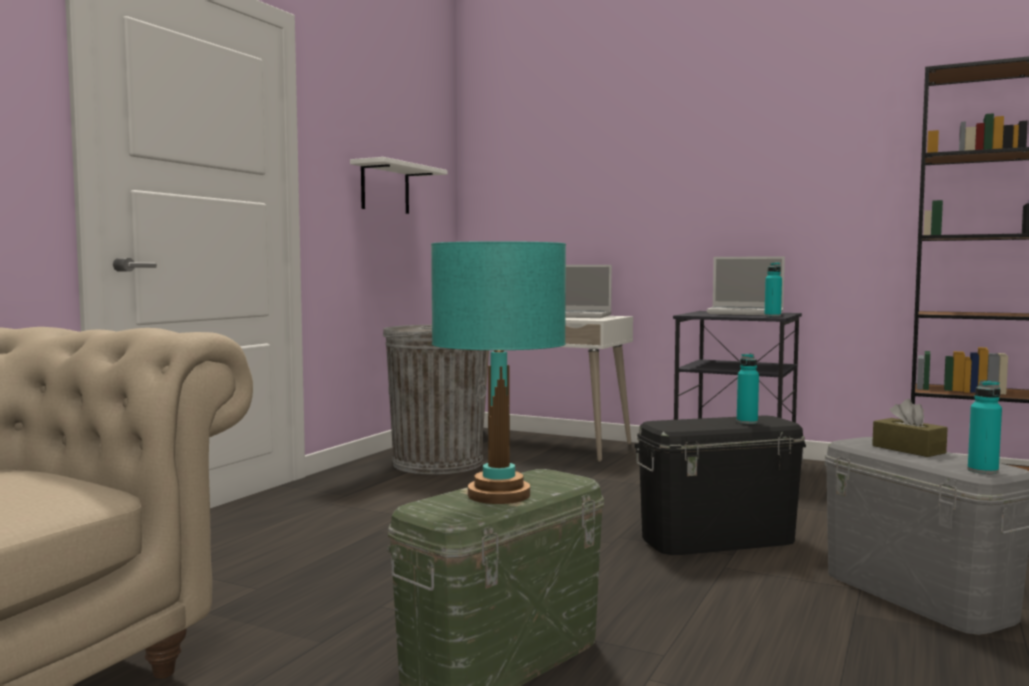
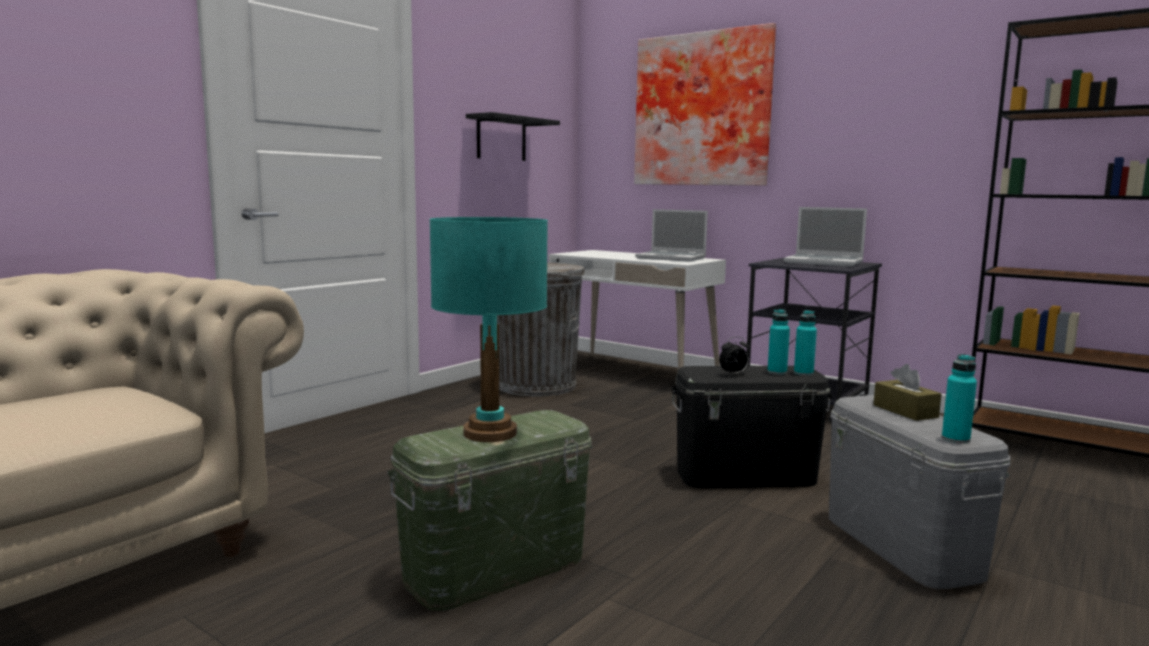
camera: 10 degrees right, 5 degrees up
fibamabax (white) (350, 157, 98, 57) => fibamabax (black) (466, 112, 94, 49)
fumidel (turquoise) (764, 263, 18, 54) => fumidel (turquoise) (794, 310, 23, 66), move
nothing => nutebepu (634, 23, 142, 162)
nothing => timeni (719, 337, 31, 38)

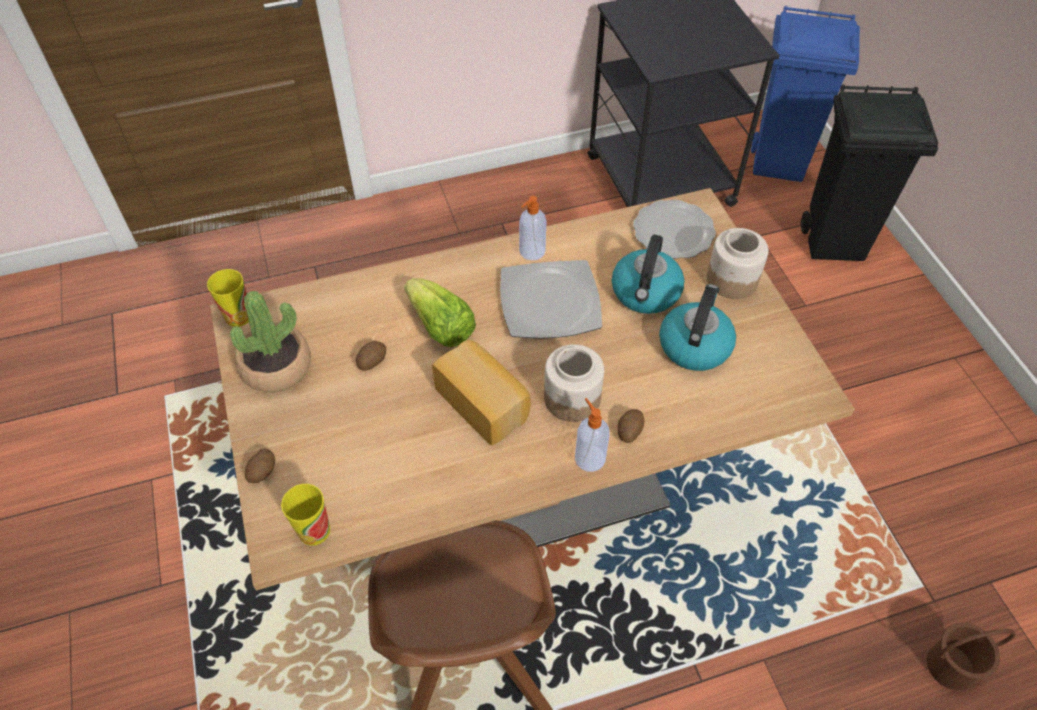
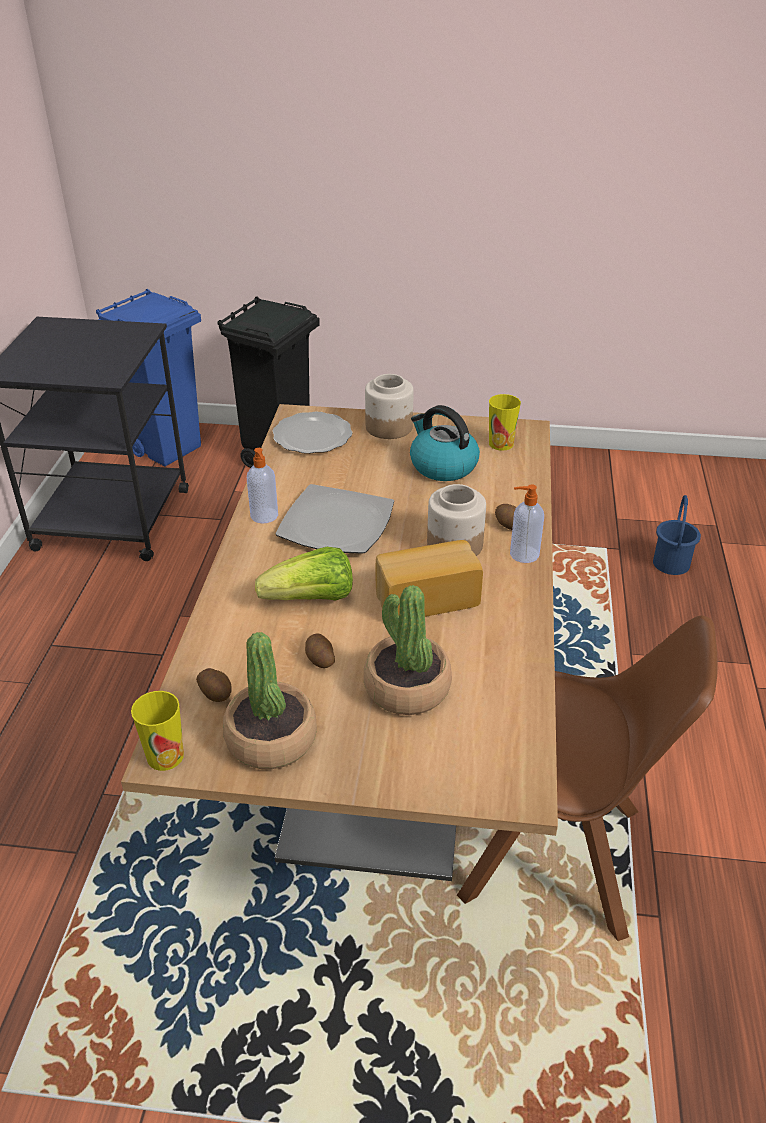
camera: 65 degrees left, 15 degrees down
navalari (245, 448, 30, 35) => navalari (196, 668, 36, 34), move
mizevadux (281, 484, 49, 61) => mizevadux (489, 394, 32, 57), move
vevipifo (612, 235, 72, 79) => nothing
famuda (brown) (927, 623, 89, 67) => famuda (blue) (653, 495, 48, 80)
nothing => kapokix (364, 585, 88, 130)

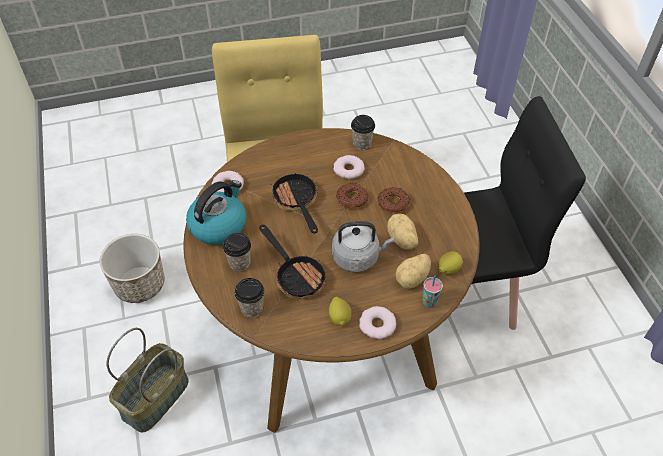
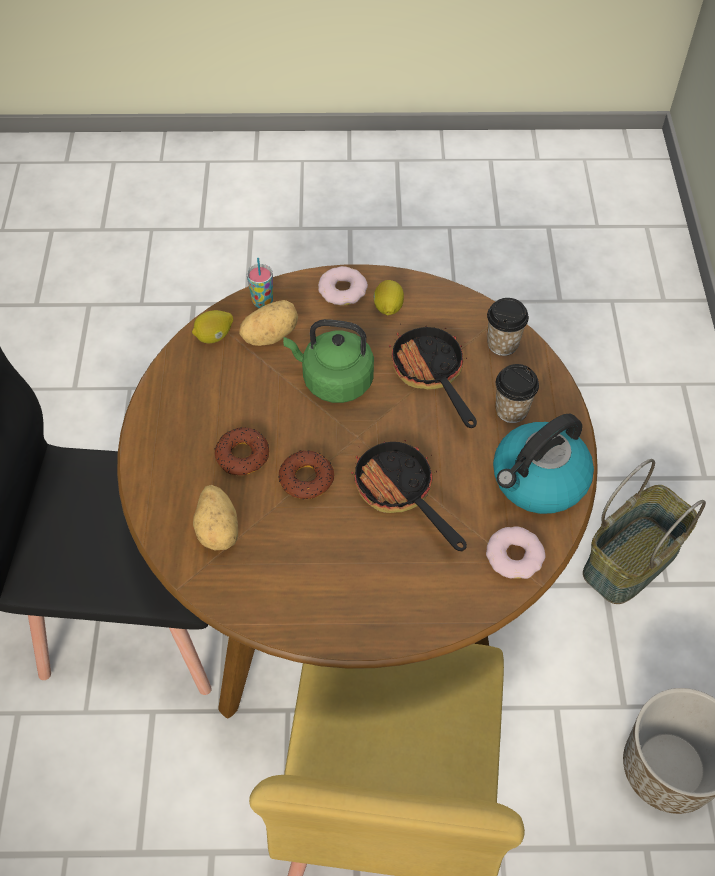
camera: 165 degrees left, 5 degrees up
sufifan (270, 173, 48, 60) => sufifan (351, 440, 116, 112), 150 degrees clockwise
vevipifo (grey) (332, 221, 62, 51) => vevipifo (green) (283, 319, 91, 84)
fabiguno (334, 155, 31, 24) => nothing
mizevadux (351, 115, 24, 35) => nothing
navalari (387, 213, 31, 37) => navalari (193, 485, 45, 65), move

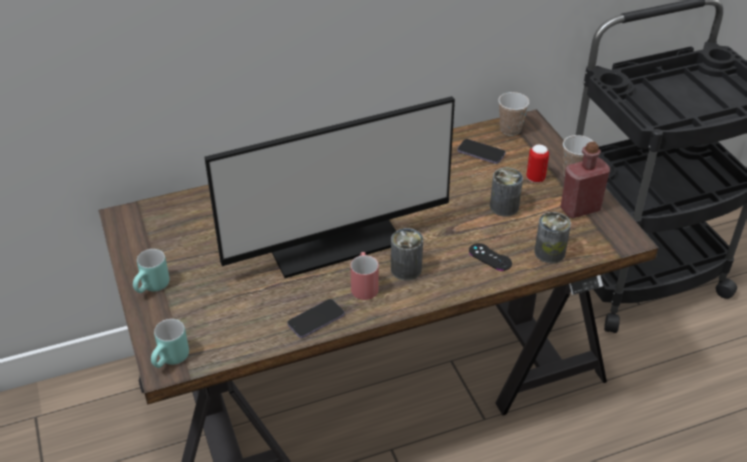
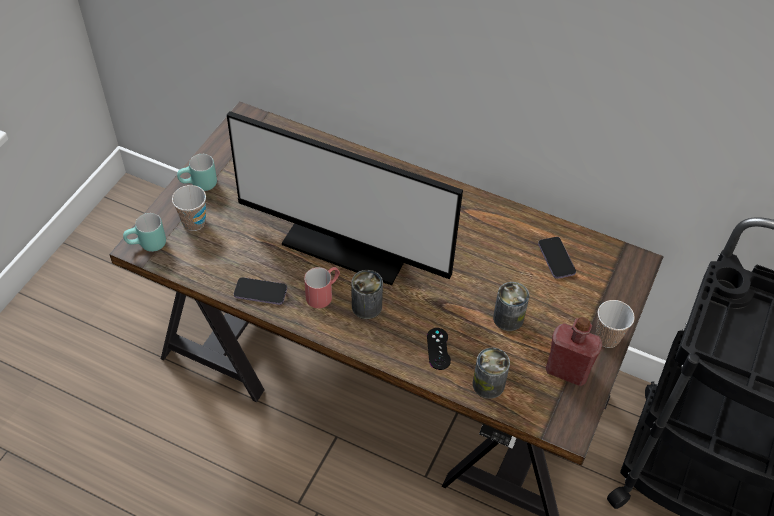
camera: 45 degrees right, 10 degrees up
mizevadux (498, 92, 31, 44) => mizevadux (172, 185, 34, 46), move
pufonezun (526, 145, 23, 38) => nothing

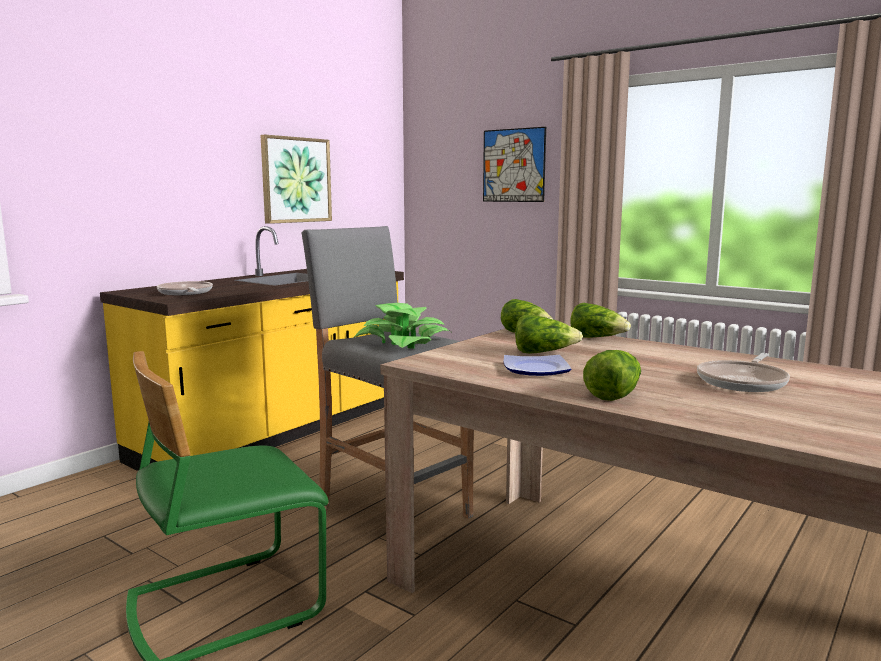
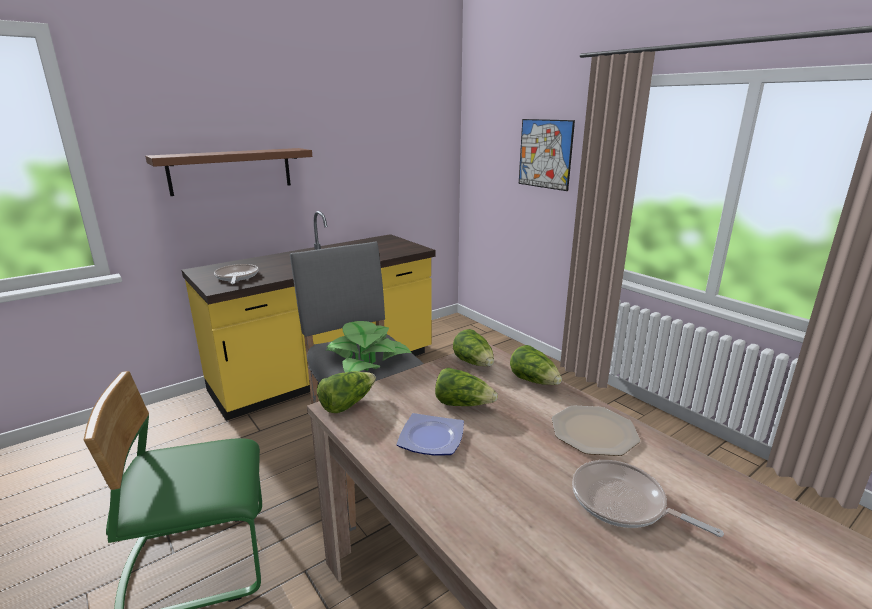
camera: 15 degrees right, 10 degrees up
nutebepu (261, 135, 71, 89) => nothing
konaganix (583, 350, 58, 51) => konaganix (317, 371, 59, 42), move
sufifan (697, 353, 93, 39) => sufifan (572, 460, 152, 77), 75 degrees clockwise
nothing => fibamabax (brown) (145, 148, 167, 48)
nothing => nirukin (552, 405, 88, 51)

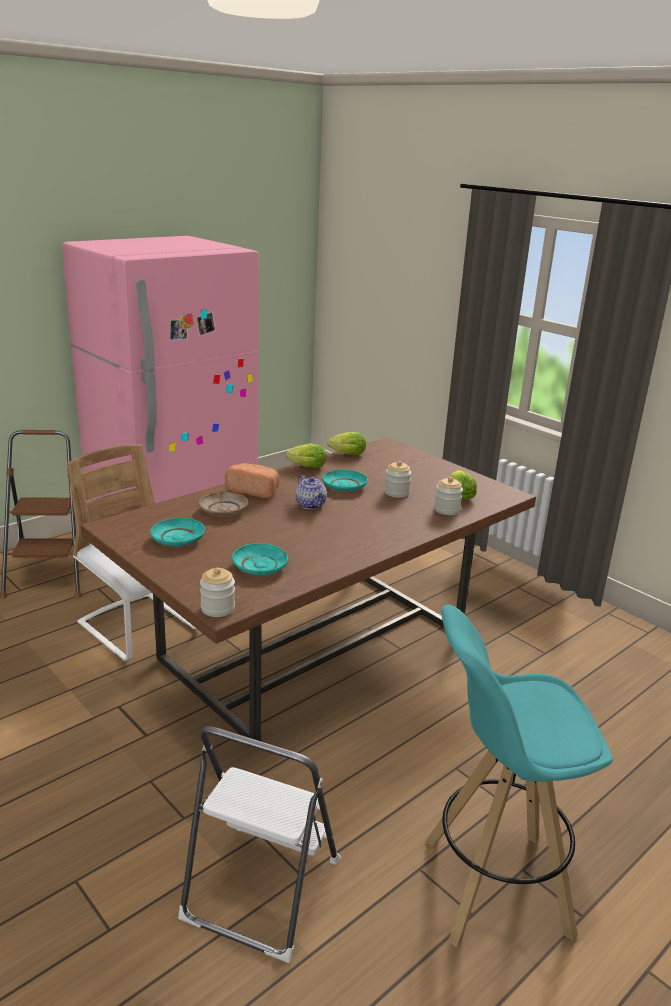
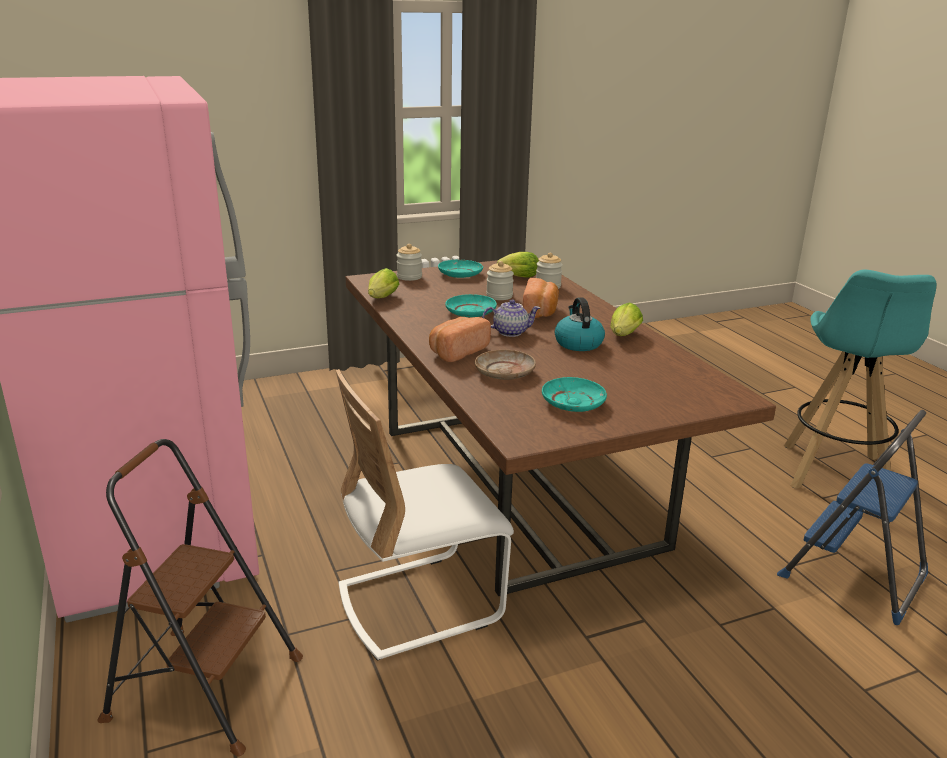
camera: 70 degrees left, 0 degrees up
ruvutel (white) (178, 726, 163, 237) => ruvutel (blue) (777, 410, 151, 215)
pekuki (200, 568, 35, 49) => pekuki (397, 244, 25, 37), move
nirukin (turquoise) (232, 543, 56, 32) => nirukin (turquoise) (438, 260, 45, 18), move
konaganix (286, 444, 40, 24) => konaganix (611, 302, 32, 34), move
nothing => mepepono (523, 278, 36, 40)
nothing => vevipifo (555, 297, 50, 54)

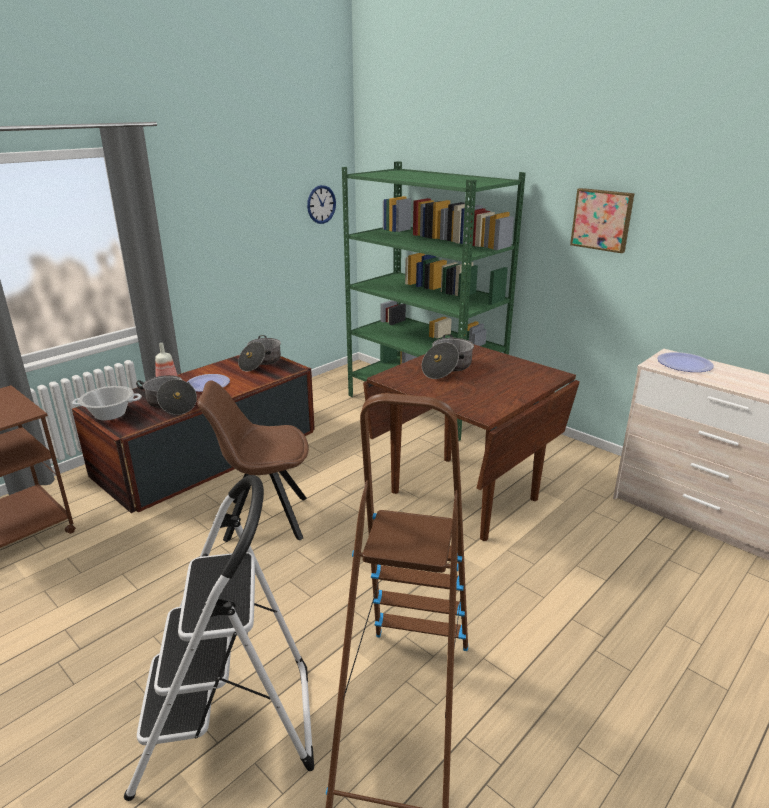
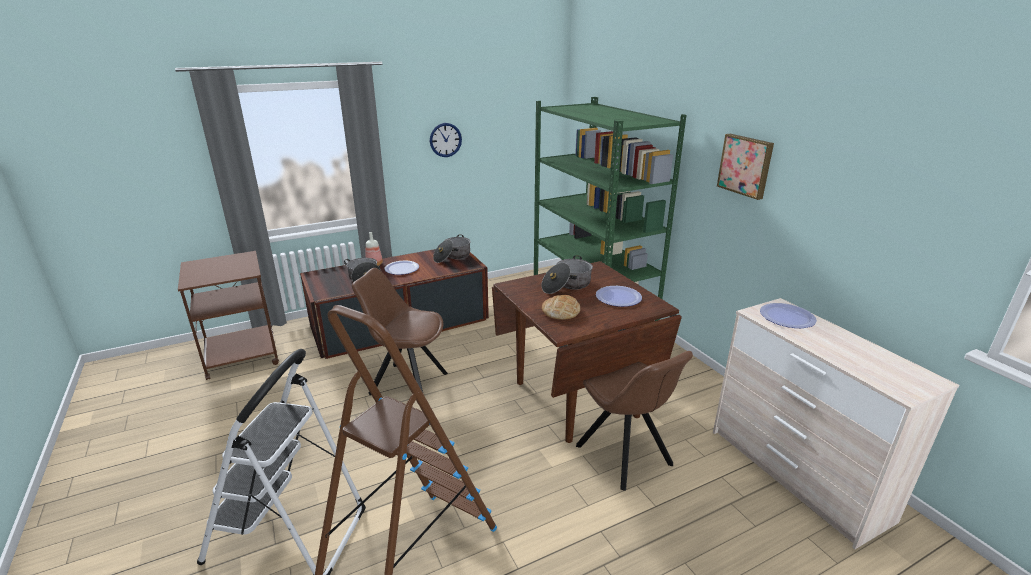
camera: 20 degrees right, 0 degrees up
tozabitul (71, 386, 71, 34) => nothing
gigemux (307, 185, 29, 39) => gigemux (430, 123, 32, 34), move
nothing => mepepono (542, 295, 38, 25)
nothing => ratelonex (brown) (576, 351, 117, 140)
nothing => nirukin (596, 286, 46, 21)

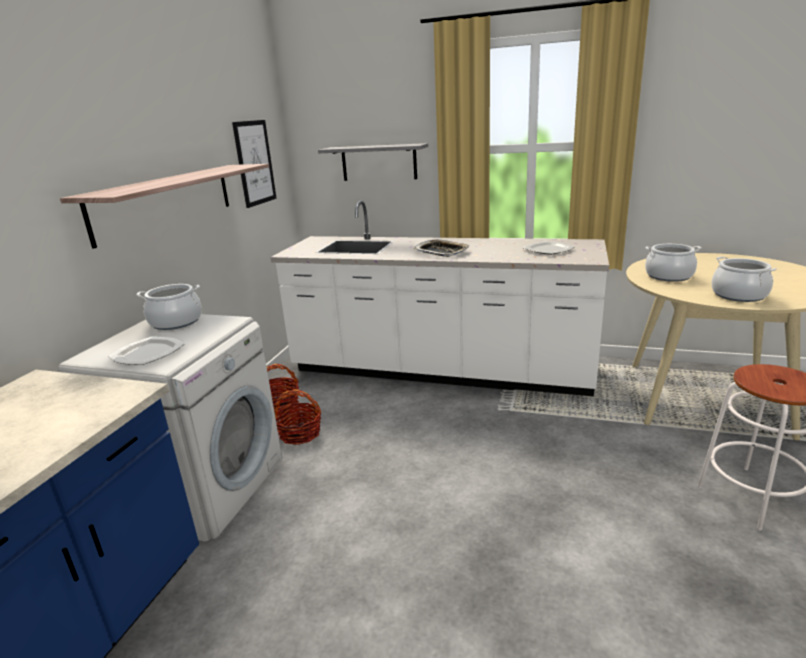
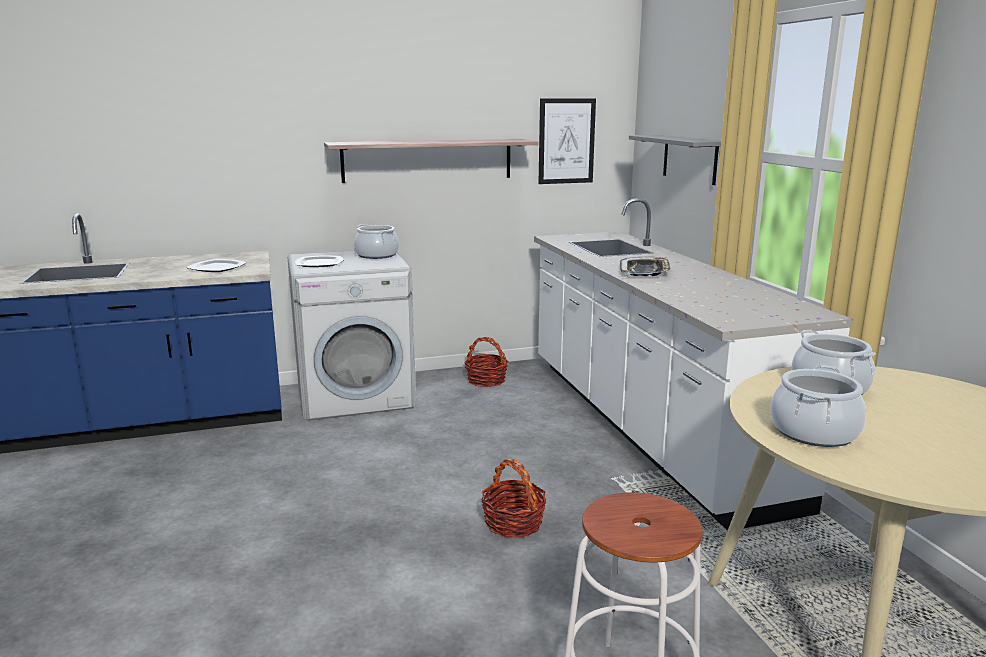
camera: 55 degrees right, 5 degrees down
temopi (274, 389, 47, 56) => temopi (481, 458, 65, 80), move
nirukin (523, 241, 51, 14) => nirukin (186, 259, 61, 13), move

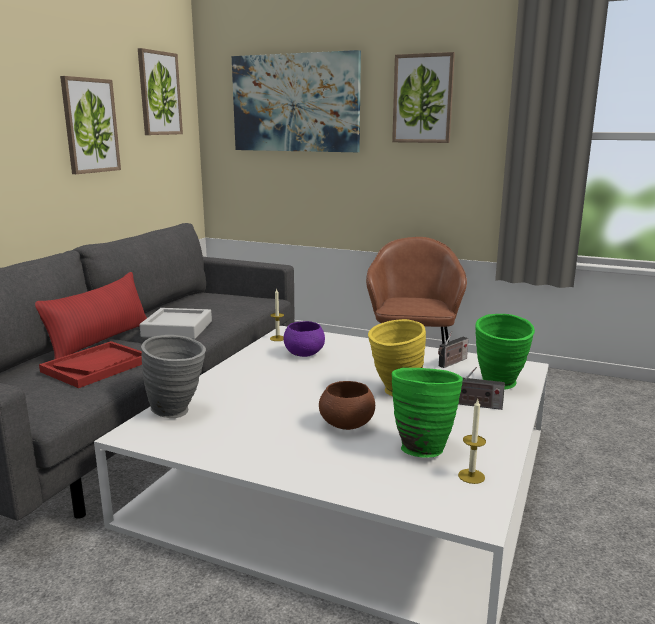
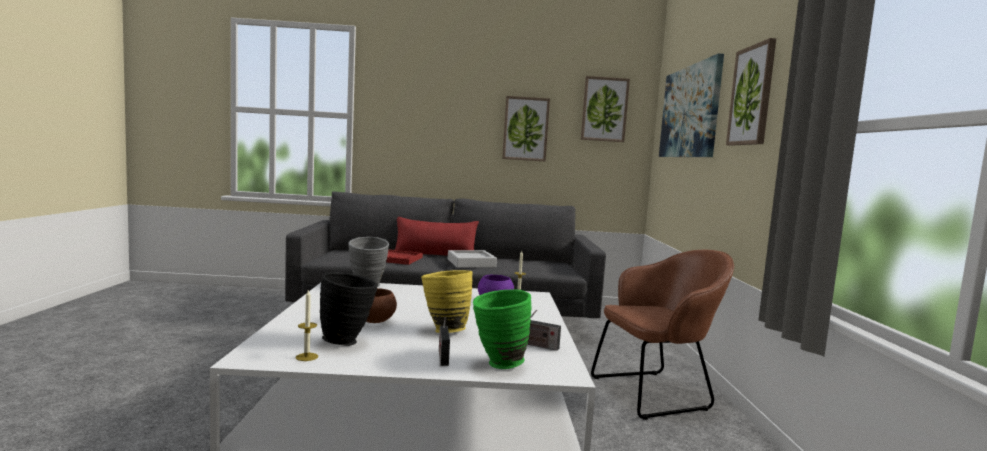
camera: 65 degrees right, 10 degrees down
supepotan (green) (391, 368, 72, 90) => supepotan (black) (320, 272, 58, 74)

